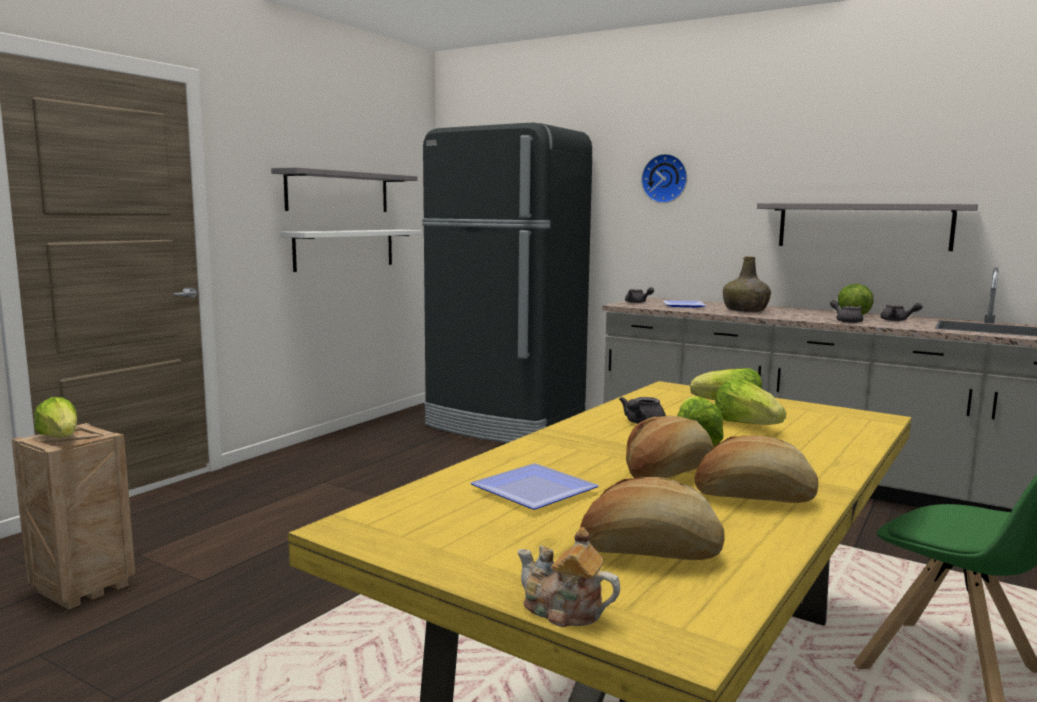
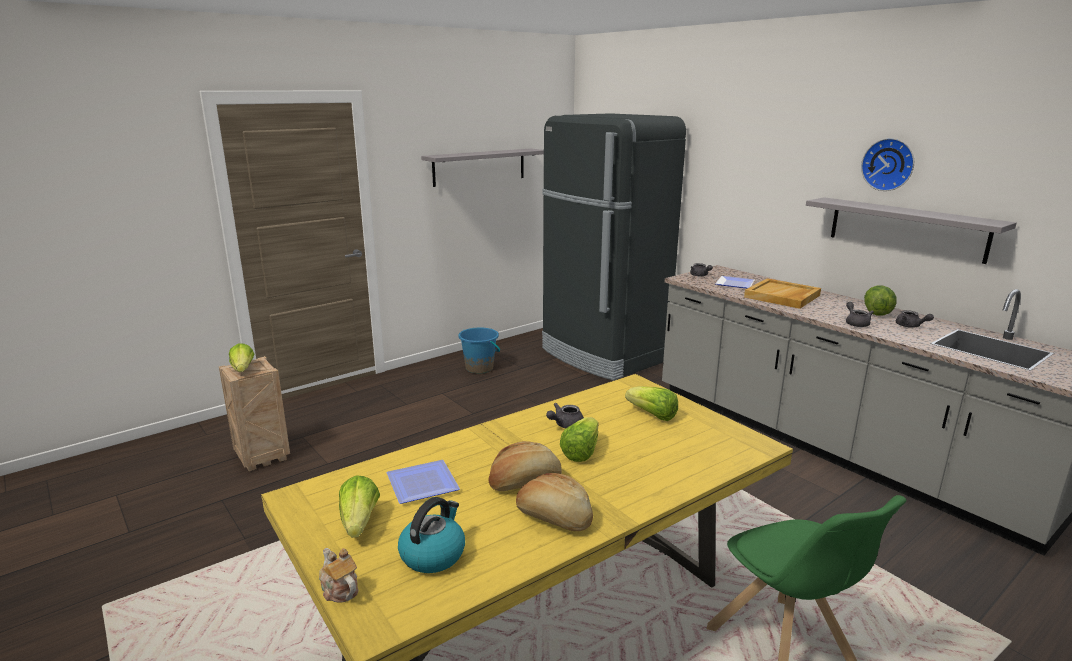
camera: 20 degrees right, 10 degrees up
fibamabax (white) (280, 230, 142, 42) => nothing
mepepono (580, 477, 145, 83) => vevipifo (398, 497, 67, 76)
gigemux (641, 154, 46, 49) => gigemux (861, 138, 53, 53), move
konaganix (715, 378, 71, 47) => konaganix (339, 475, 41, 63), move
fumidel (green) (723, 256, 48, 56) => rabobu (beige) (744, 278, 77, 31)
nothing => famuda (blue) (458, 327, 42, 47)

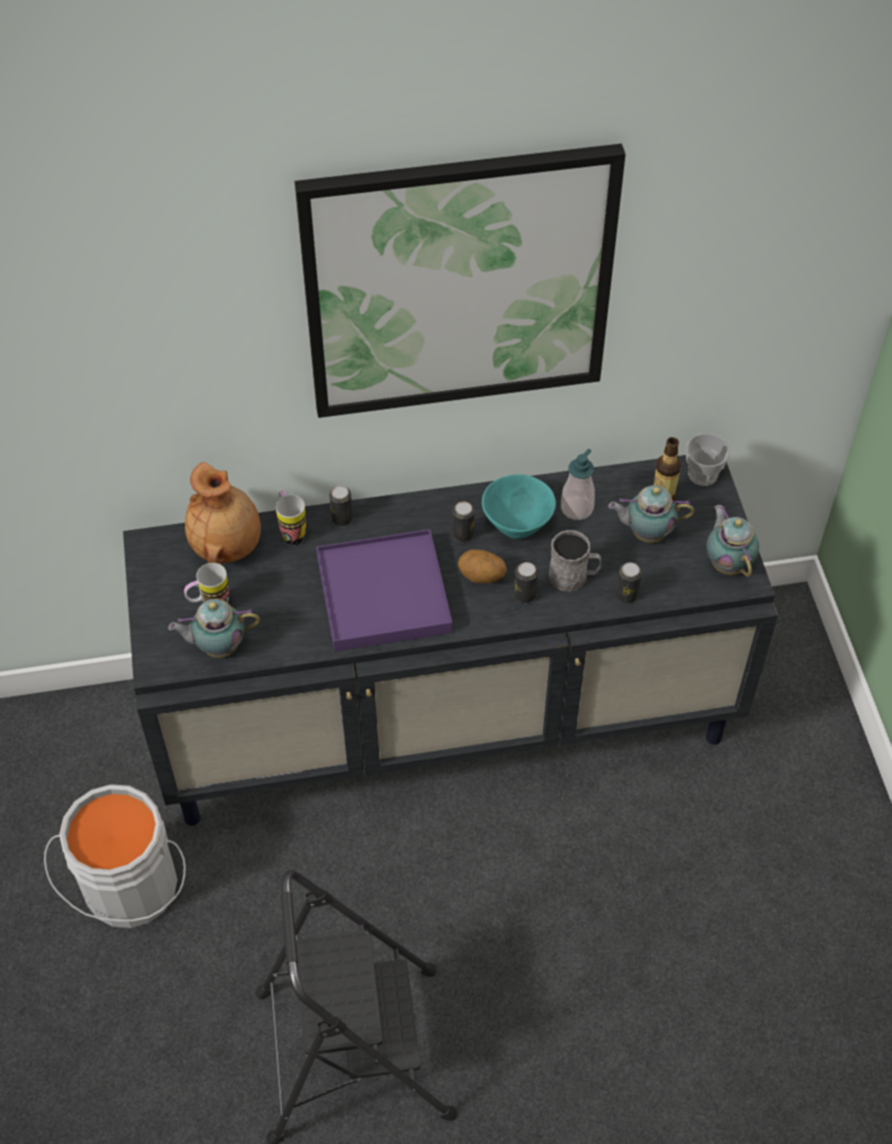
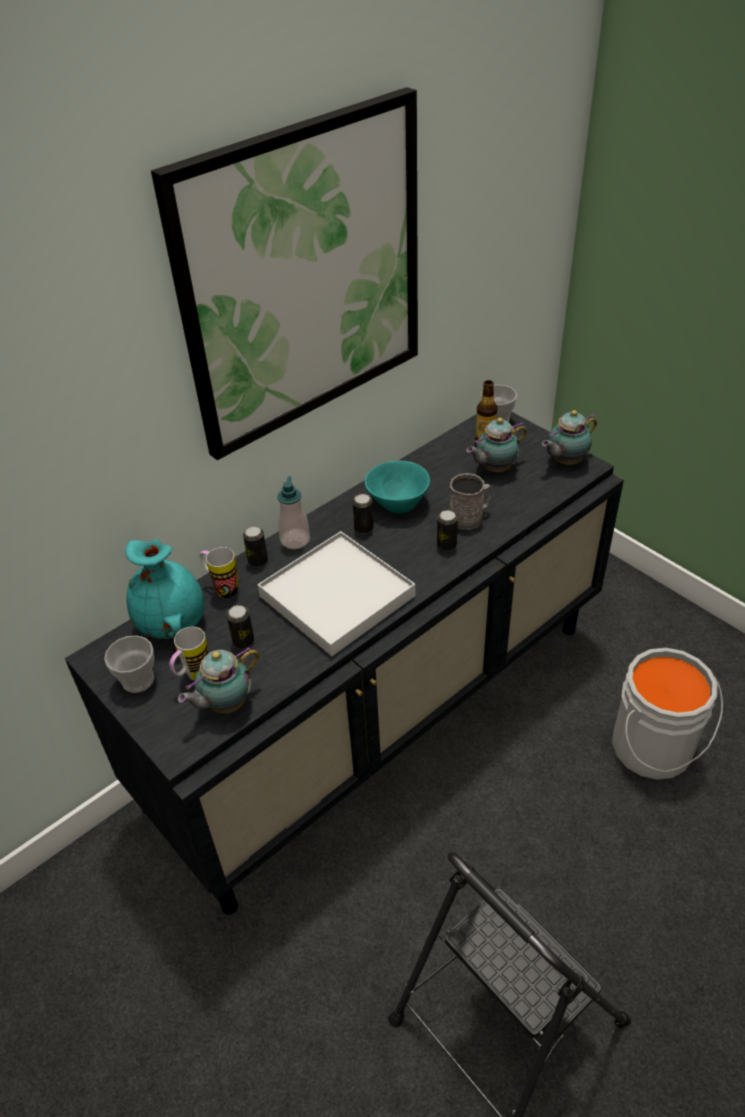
camera: 30 degrees left, 10 degrees down
famuda (grey) (44, 784, 142, 144) => famuda (grey) (612, 648, 111, 132), move
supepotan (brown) (185, 462, 76, 102) => supepotan (turquoise) (125, 539, 80, 100)
rabobu (purple) (316, 529, 136, 123) => rabobu (white) (257, 531, 159, 125)
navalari (458, 549, 49, 34) => nothing
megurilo (561, 449, 34, 71) => megurilo (277, 476, 33, 73), move
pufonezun (616, 562, 26, 41) => pufonezun (227, 605, 27, 43), move
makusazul (706, 505, 53, 72) => makusazul (542, 410, 55, 55), 75 degrees counterclockwise
nothing => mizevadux (104, 635, 50, 58)

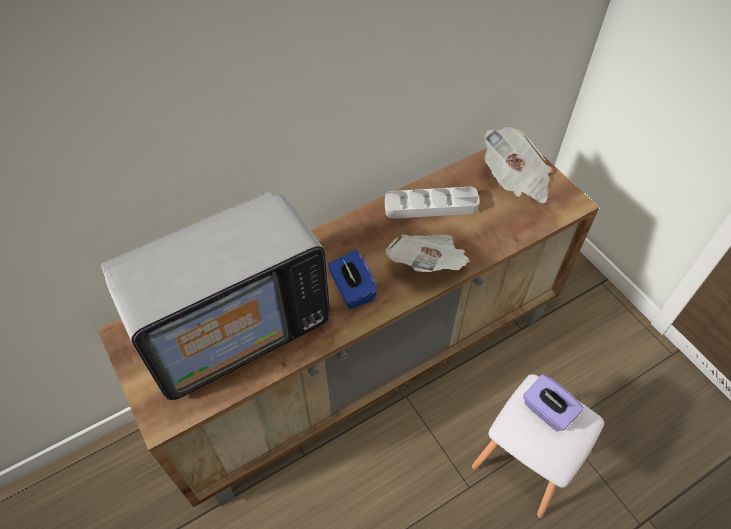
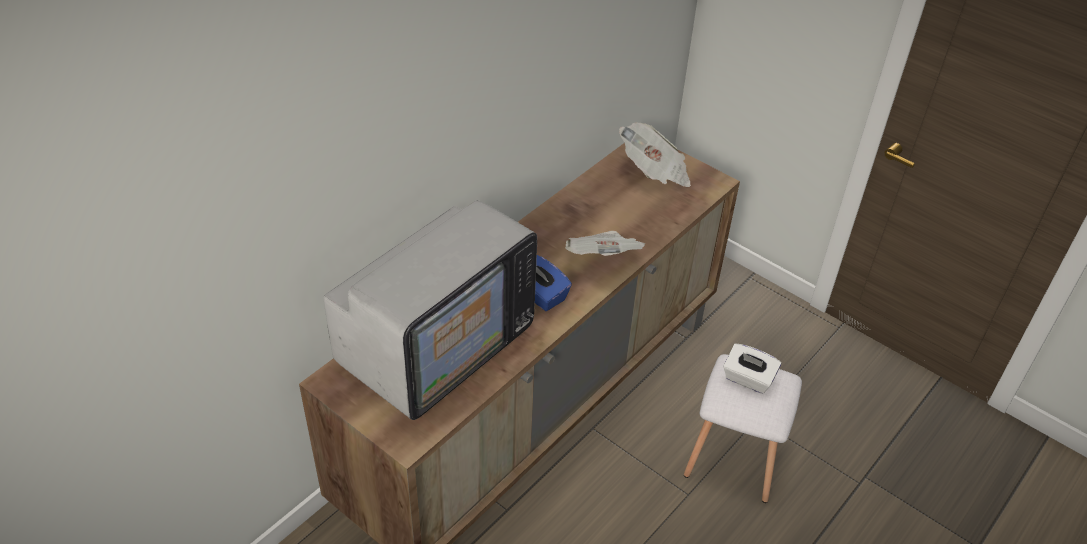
camera: 20 degrees left, 10 degrees down
rabobu (grey) (385, 187, 95, 32) => nothing
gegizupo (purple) (523, 374, 60, 57) => gegizupo (white) (723, 343, 58, 51)

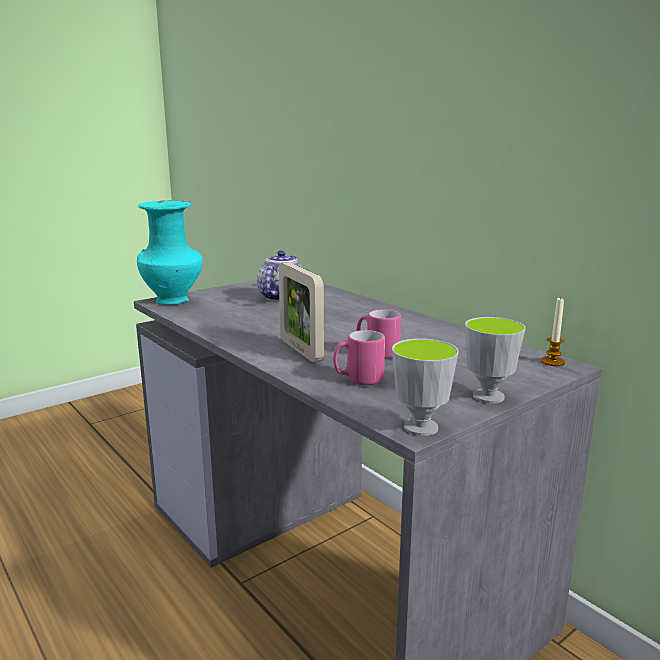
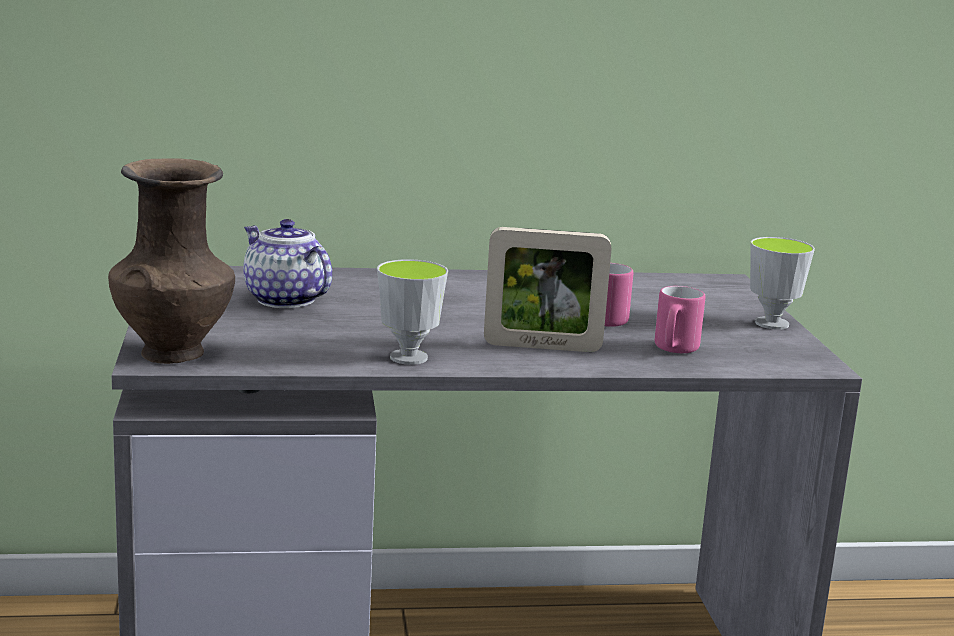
camera: 60 degrees left, 0 degrees up
supepotan (turquoise) (137, 200, 66, 105) => supepotan (brown) (108, 158, 127, 206)
mizevadux (392, 338, 67, 98) => mizevadux (377, 259, 71, 106), move
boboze (541, 298, 24, 68) => nothing

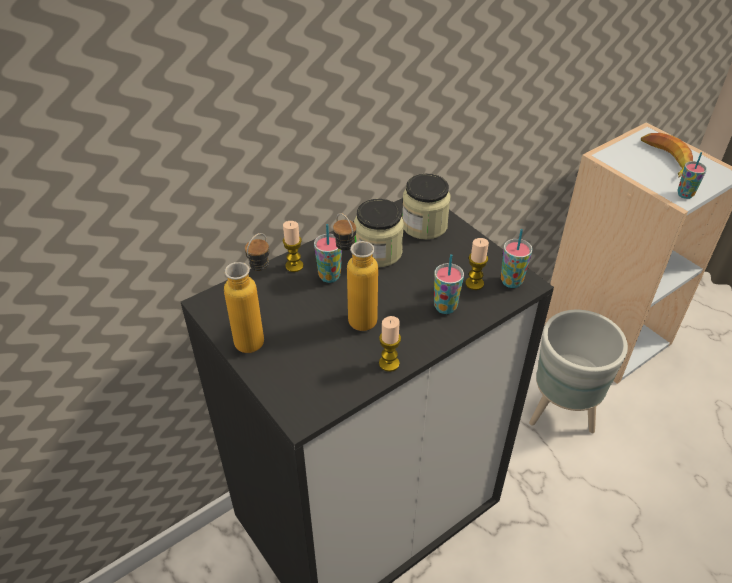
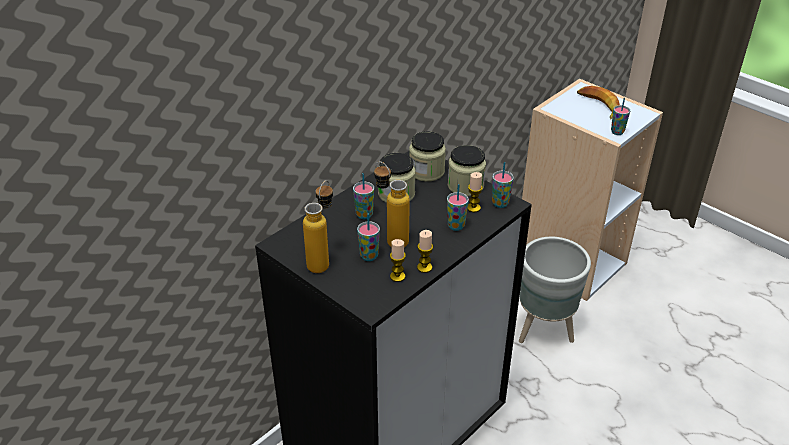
camera: 10 degrees left, 5 degrees down
boboze (283, 221, 21, 51) => boboze (390, 239, 16, 43), move
nothing => mizevadux (357, 214, 23, 47)
nothing => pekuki (448, 145, 38, 51)

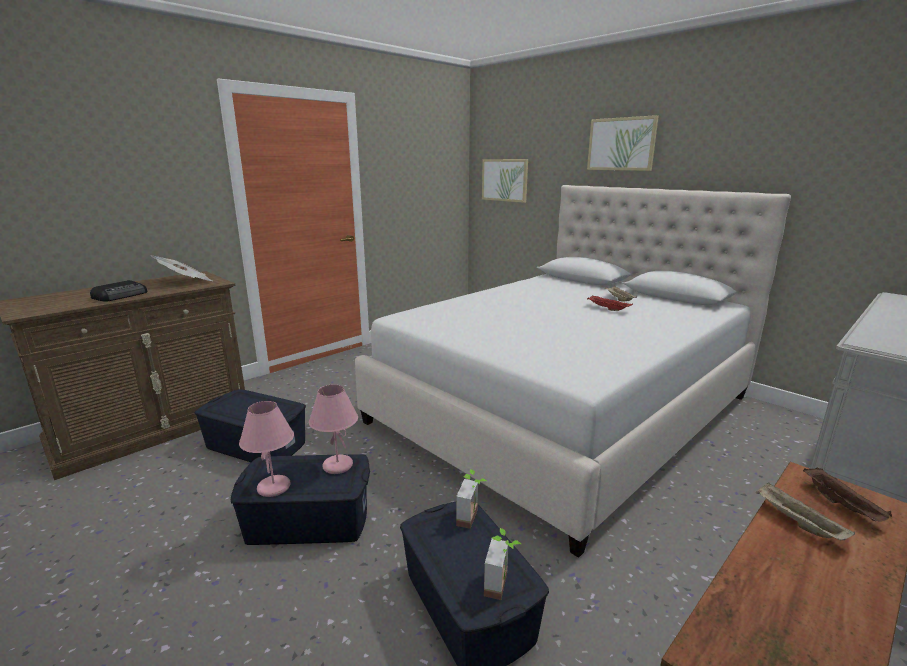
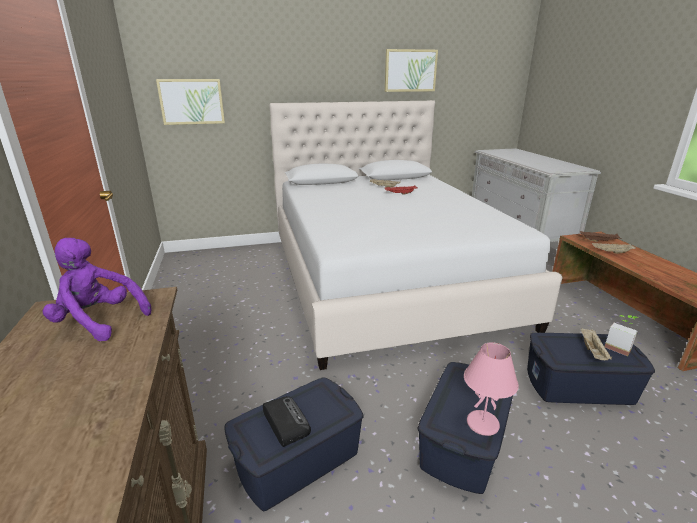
camera: 60 degrees left, 5 degrees up
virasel (90, 280, 58, 22) => virasel (263, 396, 48, 51), move
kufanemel (151, 256, 61, 25) => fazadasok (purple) (42, 238, 110, 103)
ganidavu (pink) (309, 384, 49, 90) => nothing
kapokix (456, 469, 31, 60) => nothing
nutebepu (587, 115, 72, 56) => nutebepu (385, 49, 53, 43), move
nothing => rabobu (beige) (580, 328, 32, 32)

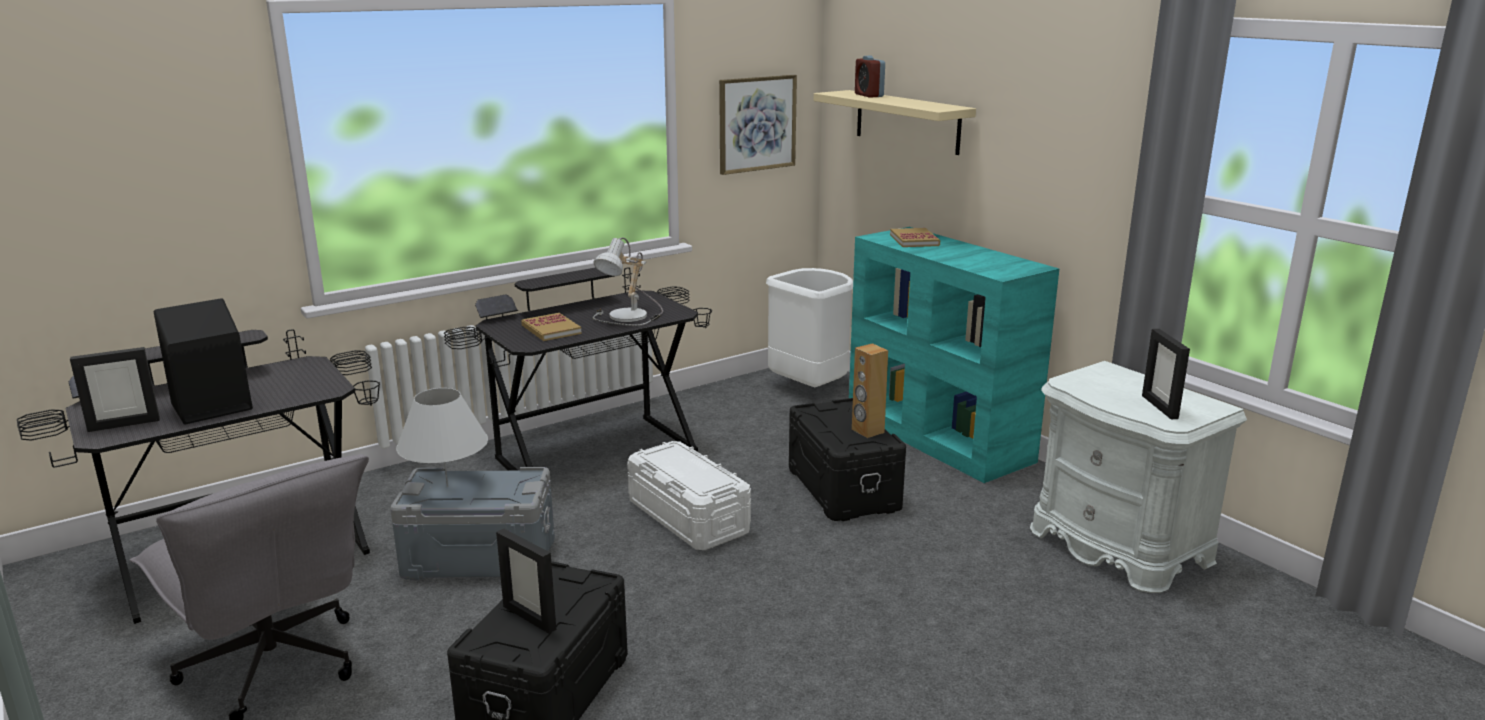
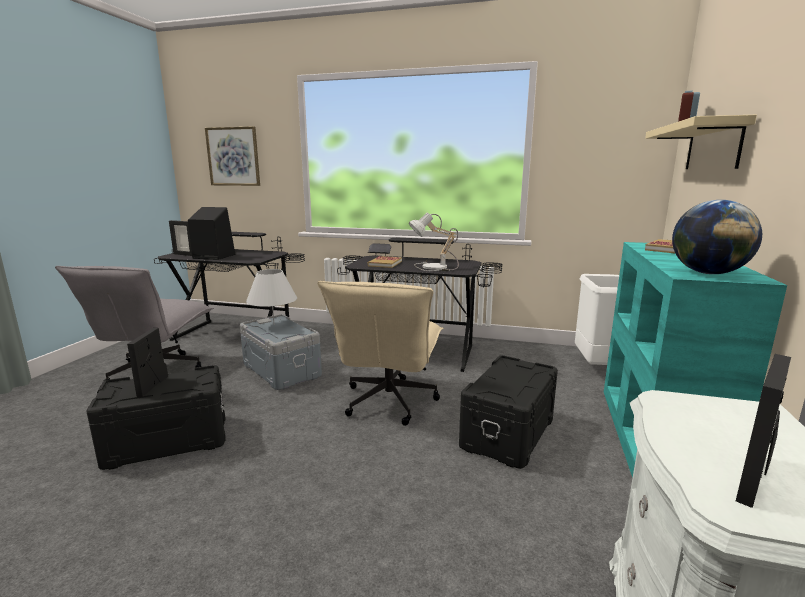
camera: 50 degrees right, 5 degrees down
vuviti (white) (627, 441, 124, 109) => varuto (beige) (317, 281, 127, 145)
nutebepu (719, 75, 78, 100) => nutebepu (205, 126, 55, 60), move
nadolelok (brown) (852, 343, 36, 95) => nothing
nothing => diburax (672, 200, 90, 74)

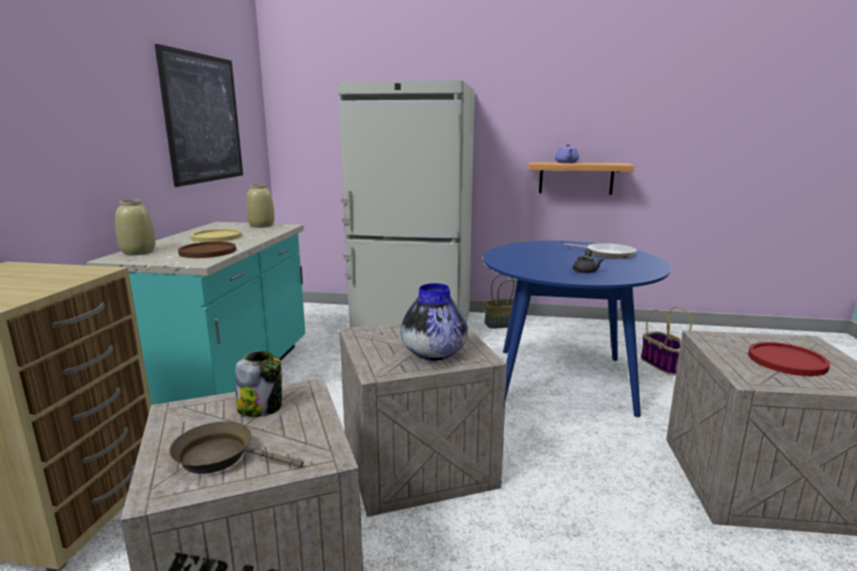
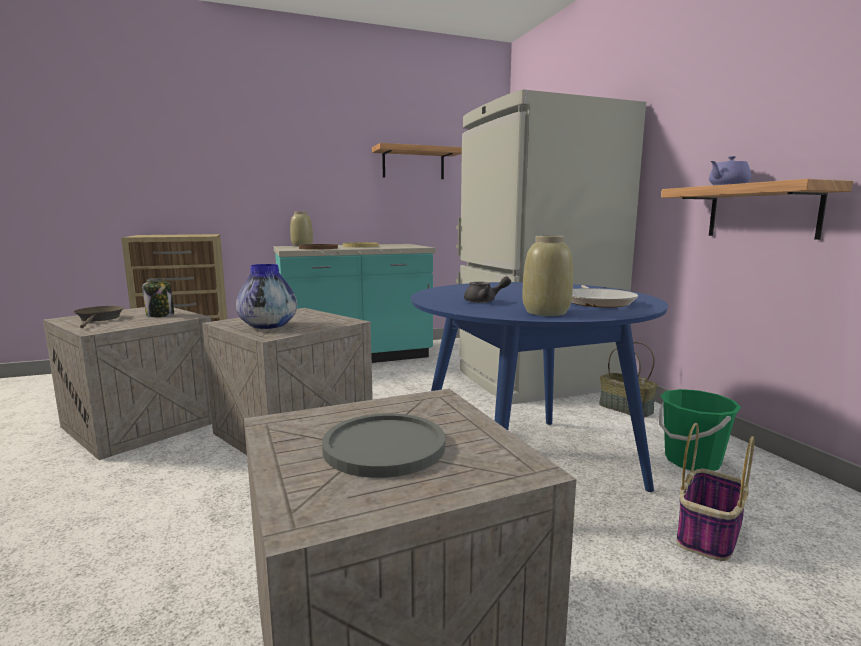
camera: 60 degrees right, 5 degrees down
nutebepu (155, 44, 88, 143) => fibamabax (372, 143, 90, 36)
supepotan (beige) (246, 184, 29, 44) => supepotan (beige) (523, 235, 50, 81), move
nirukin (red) (748, 342, 82, 34) => nirukin (grey) (322, 413, 123, 65)
nothing => famuda (green) (659, 389, 82, 82)

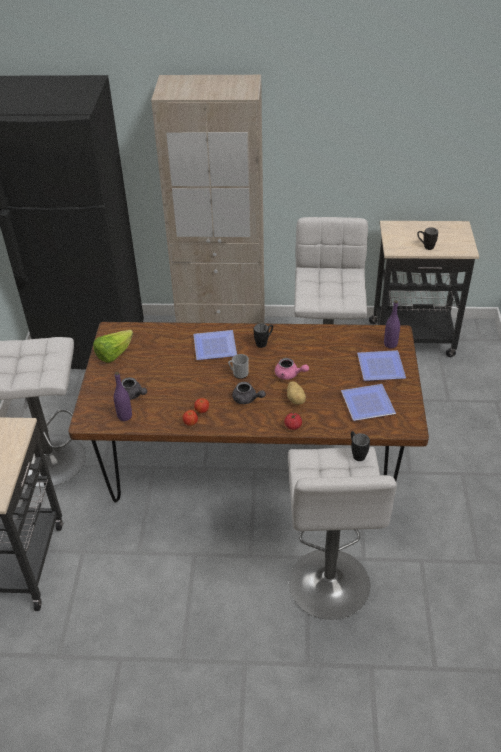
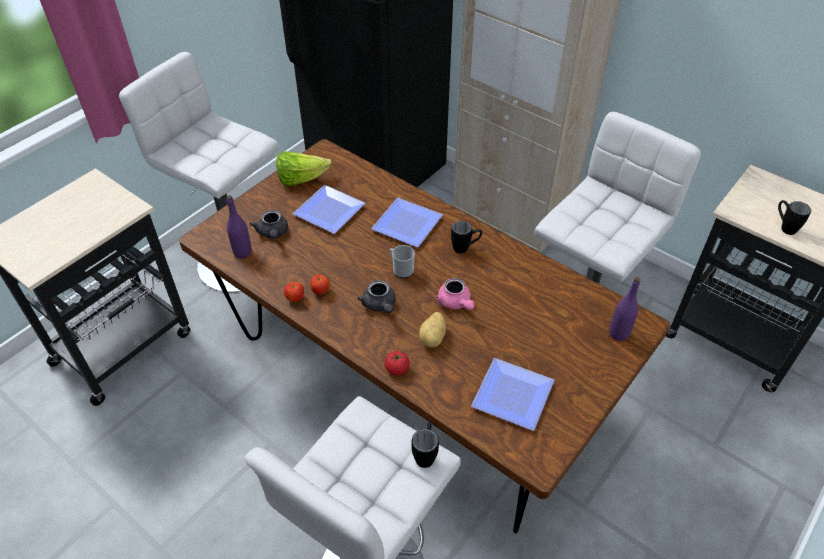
camera: 35 degrees right, 5 degrees up
nirukin (357, 350, 49, 31) => nirukin (293, 185, 73, 49), move

